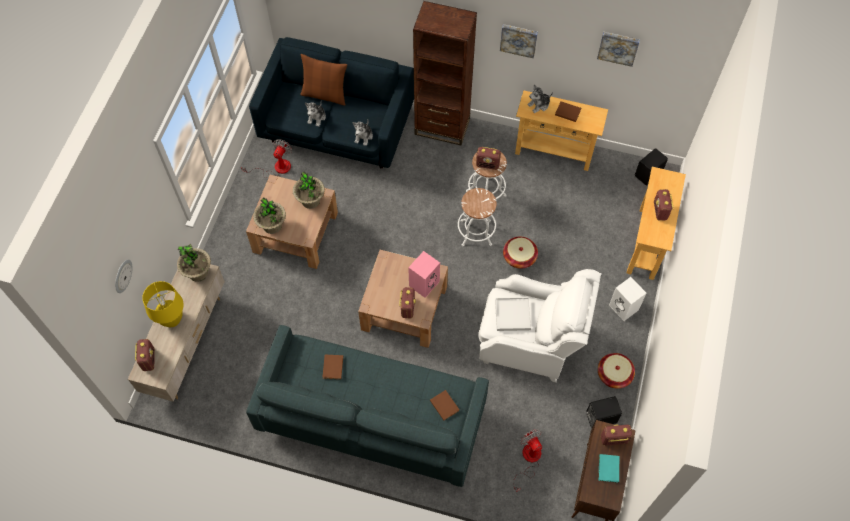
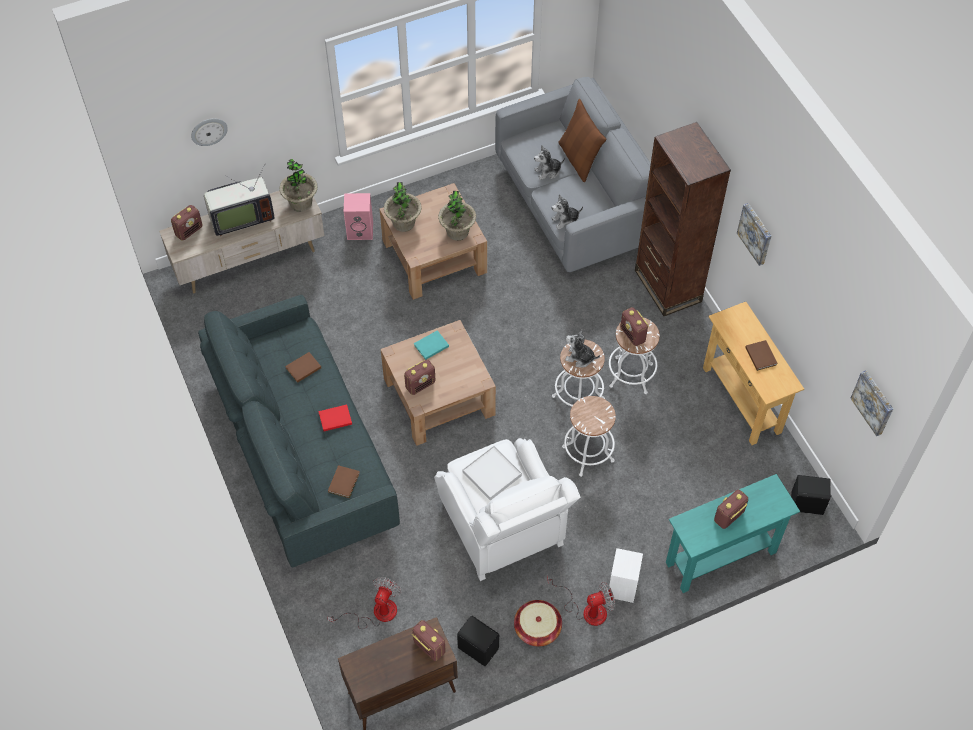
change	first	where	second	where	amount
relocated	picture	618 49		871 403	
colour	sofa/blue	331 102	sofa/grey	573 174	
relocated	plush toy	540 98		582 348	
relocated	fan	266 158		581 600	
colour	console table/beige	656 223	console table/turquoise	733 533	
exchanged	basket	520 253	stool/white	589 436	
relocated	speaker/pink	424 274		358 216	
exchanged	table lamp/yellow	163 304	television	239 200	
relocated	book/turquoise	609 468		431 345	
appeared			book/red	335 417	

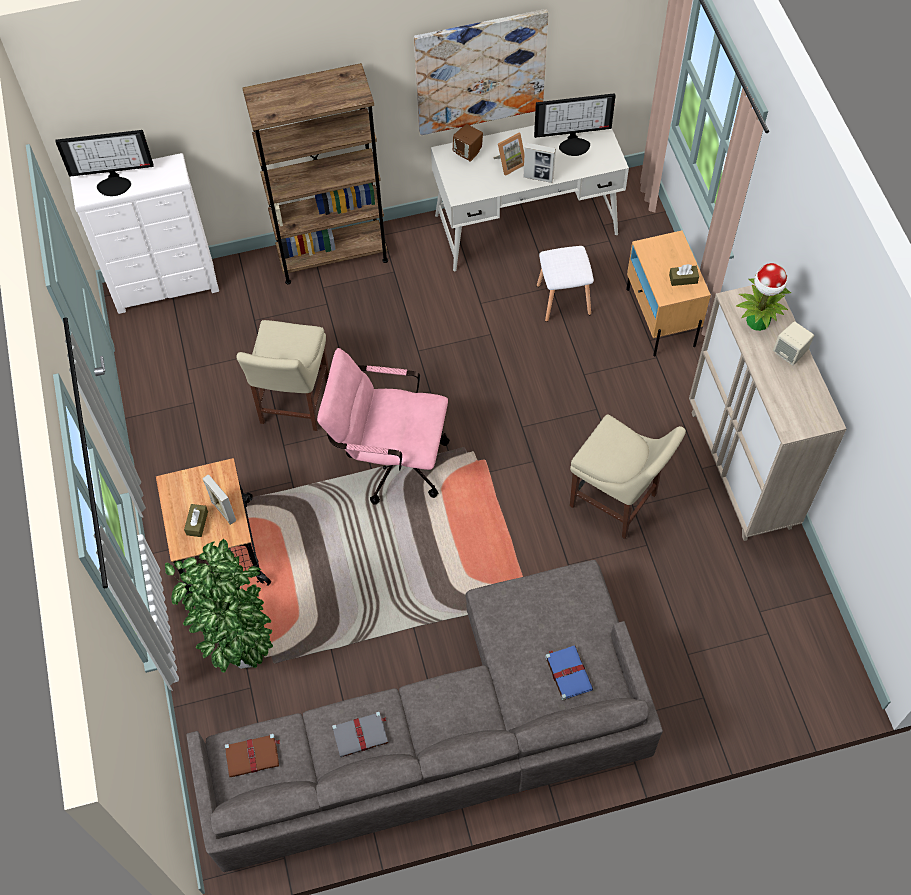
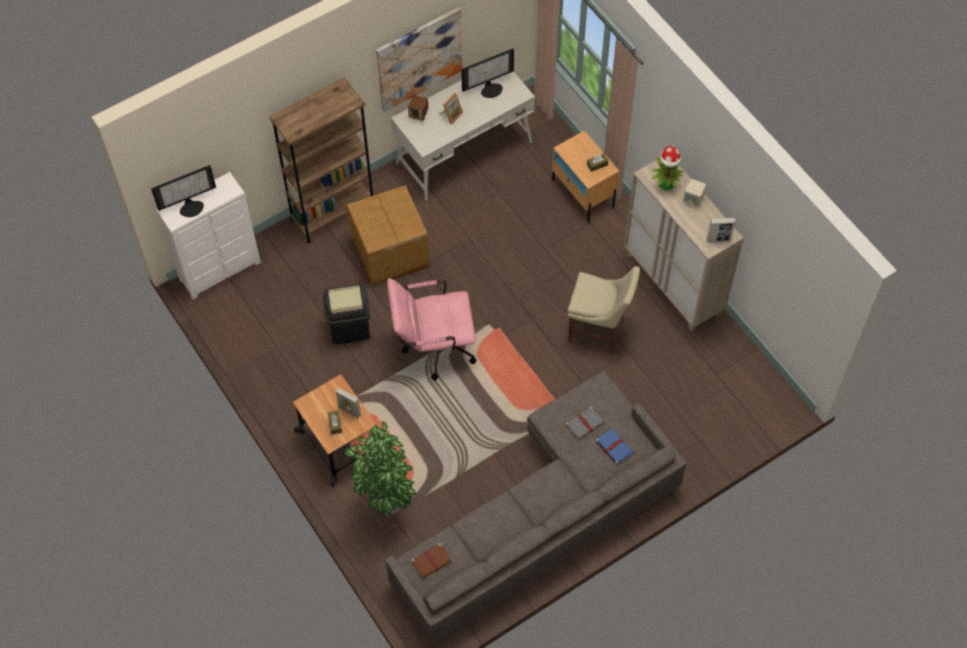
change	first	where	second	where	amount
relocated	picture frame	539 162		721 230	
missing	stool/white	565 284			
exchanged	chair/beige	282 375	trash can/black	346 314	
relocated	book/grey	360 734		584 423	
appeared			cardboard box	388 235	

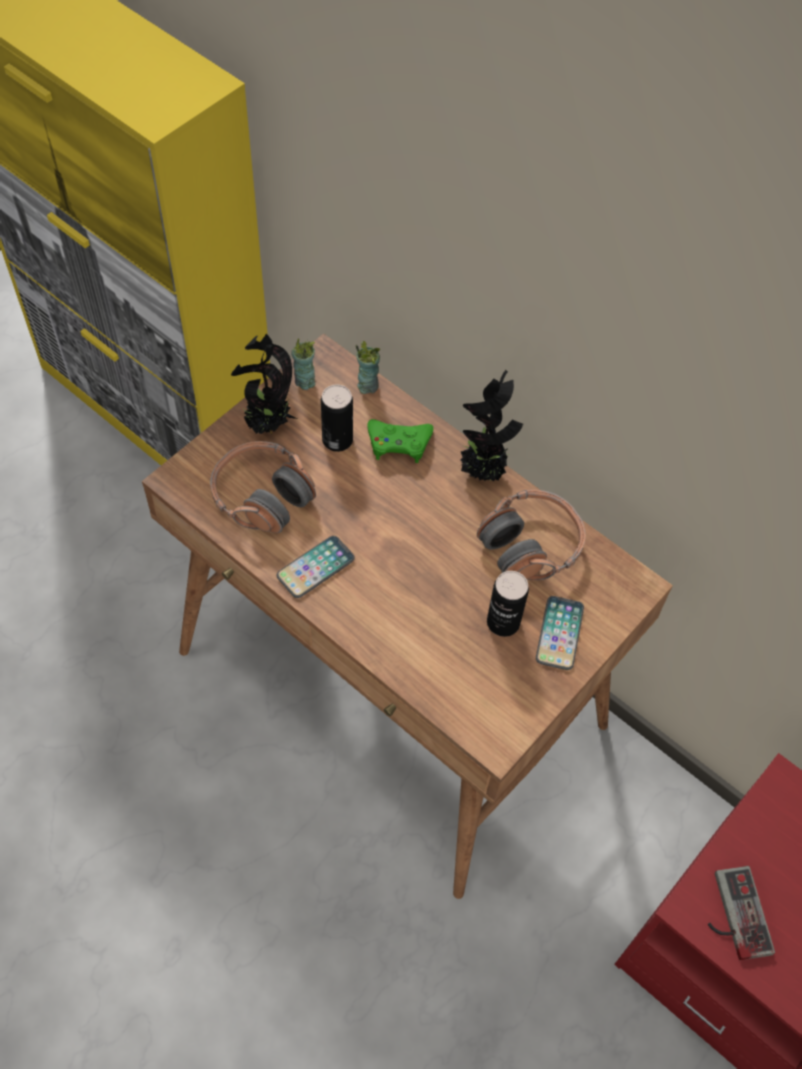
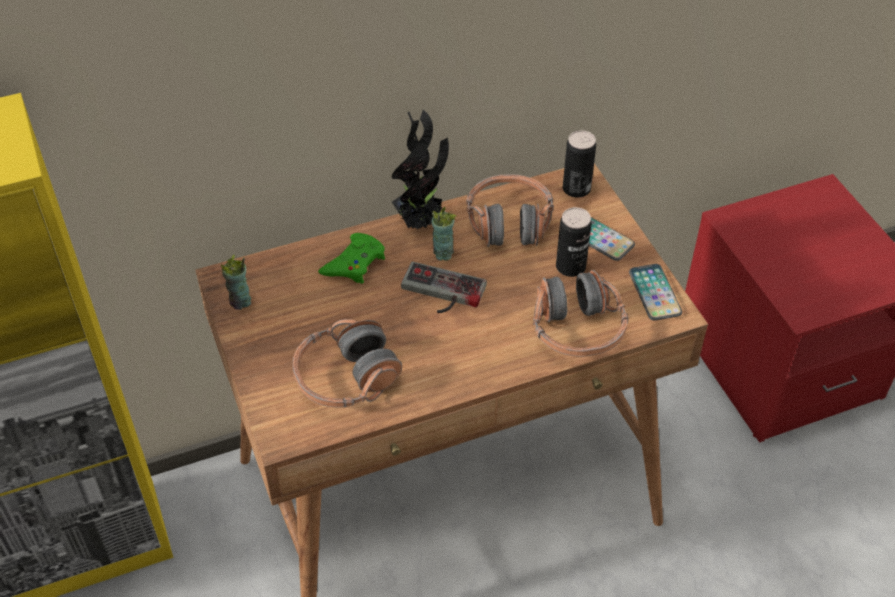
change	first	where	second	where	amount
missing	potted plant	264 384			
relocated	cup	368 367		443 234	
relocated	can	337 418		579 164	
relocated	phone	315 567		655 292	
relocated	game controller	741 913		444 287	
appeared			headphones	581 313	

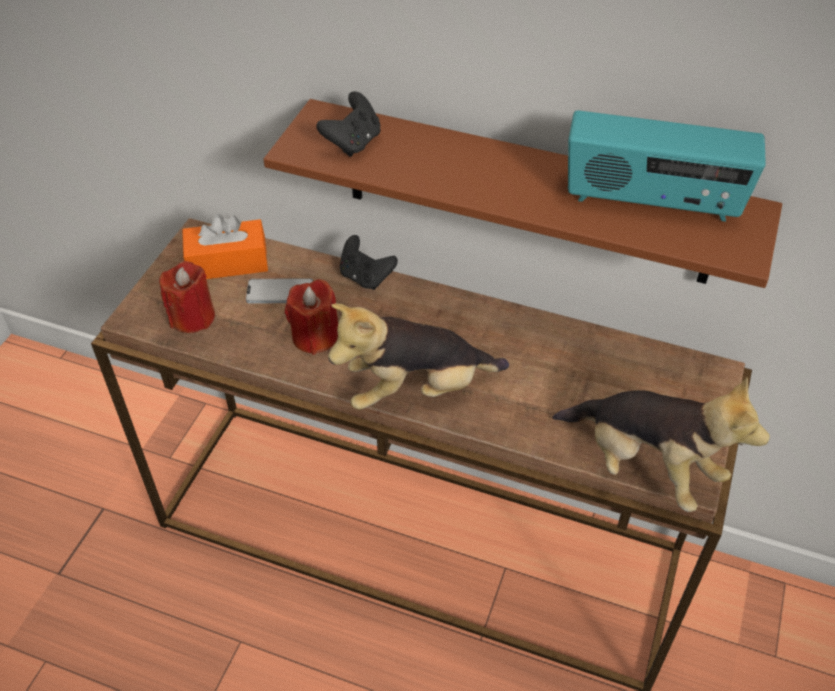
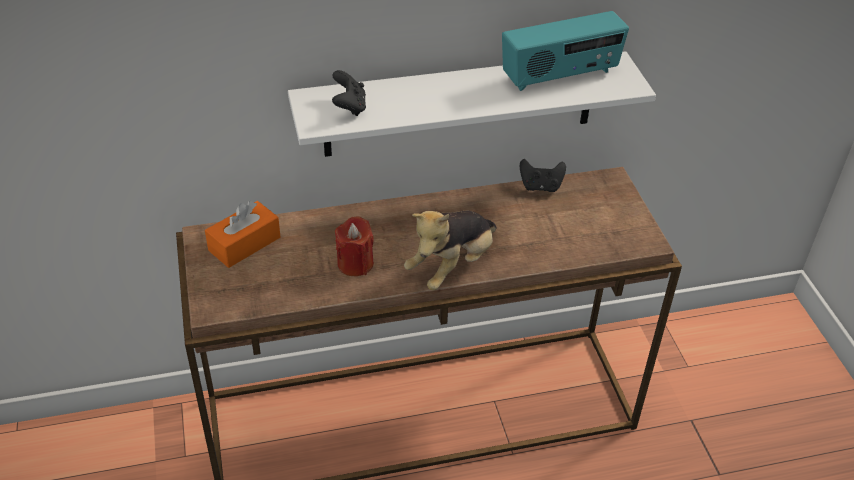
change	first	where	second	where	amount
colour	shelf/brown	522 193	shelf/white	472 104	
relocated	game controller/black	369 262		543 175	
missing	candle/red	187 297			
missing	phone	279 291			
missing	plush toy	661 444			

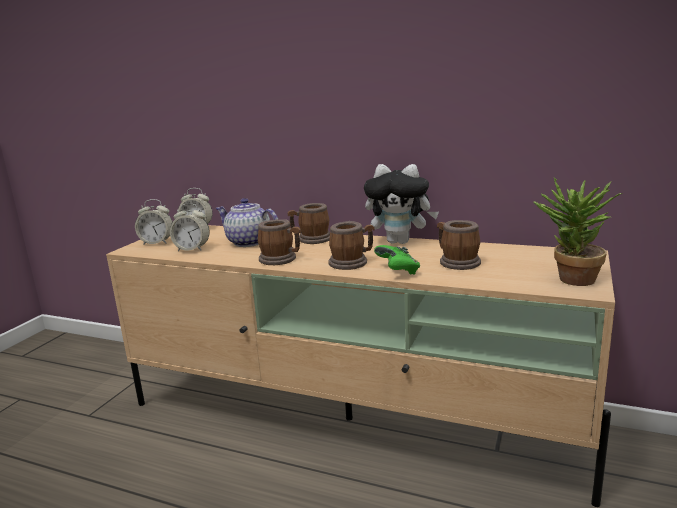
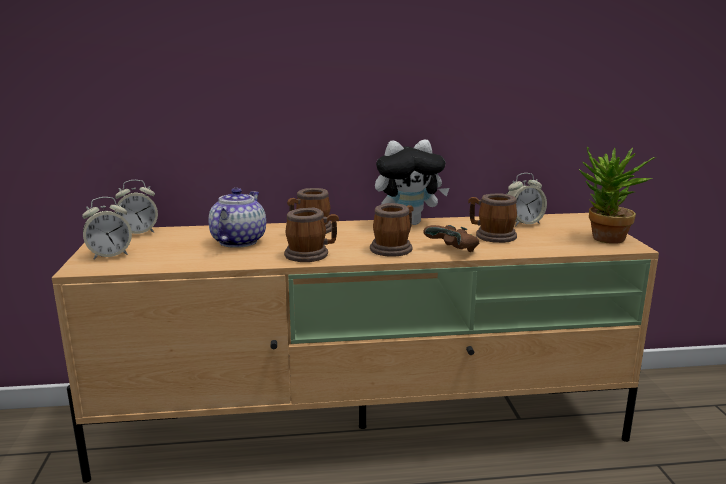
change	first	where	second	where	amount
spun	teapot	247 222		237 218	105 degrees clockwise
relocated	alarm clock	190 227		527 199	
colour	game controller/green	397 260	game controller/brown	451 238	

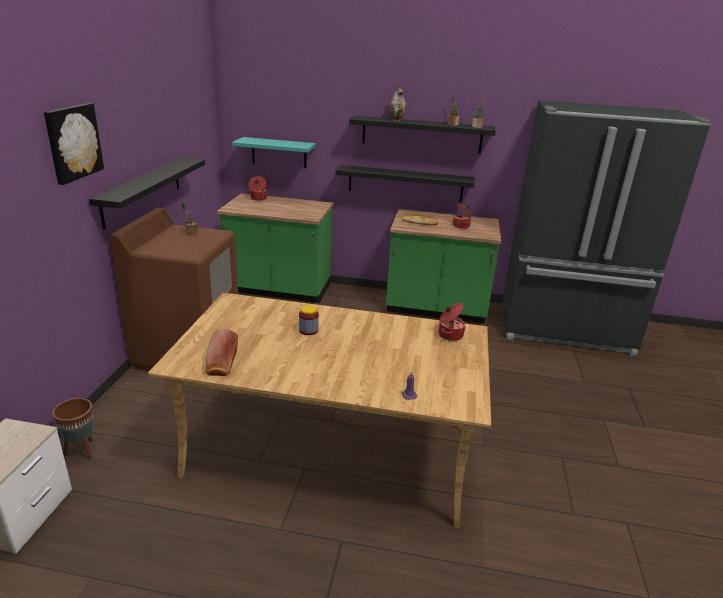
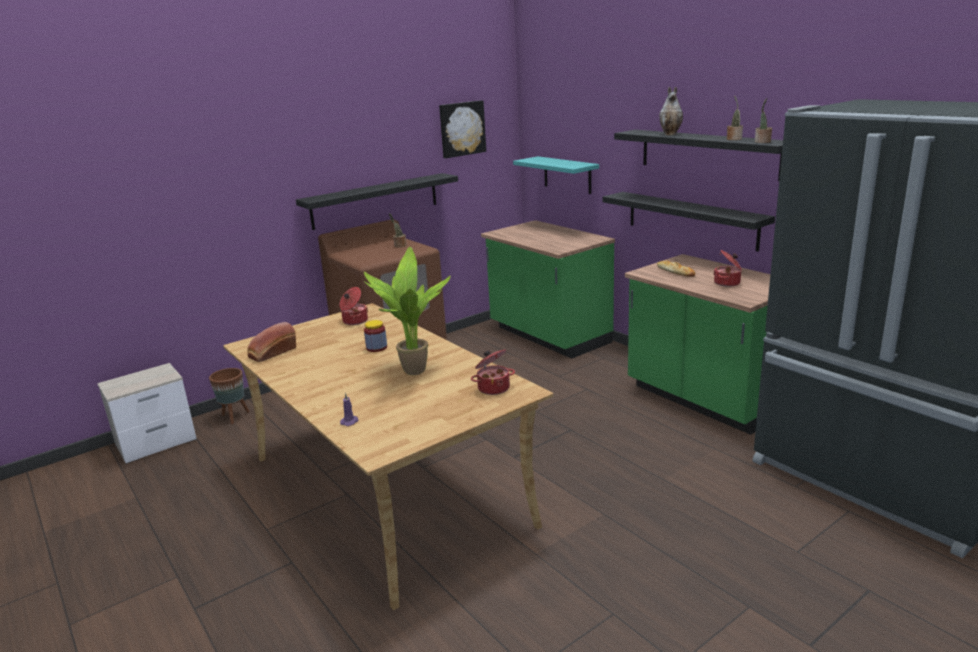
change	first	where	second	where	amount
relocated	picture	74 144		462 129	
relocated	cooking pot	258 188		354 306	
appeared			potted plant	407 311	

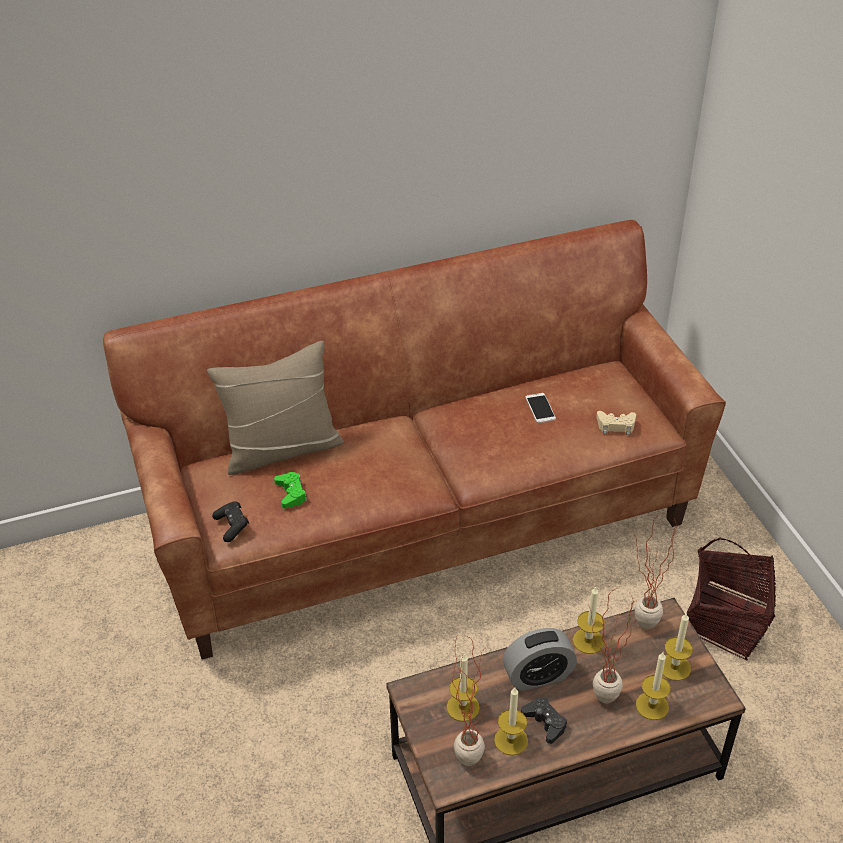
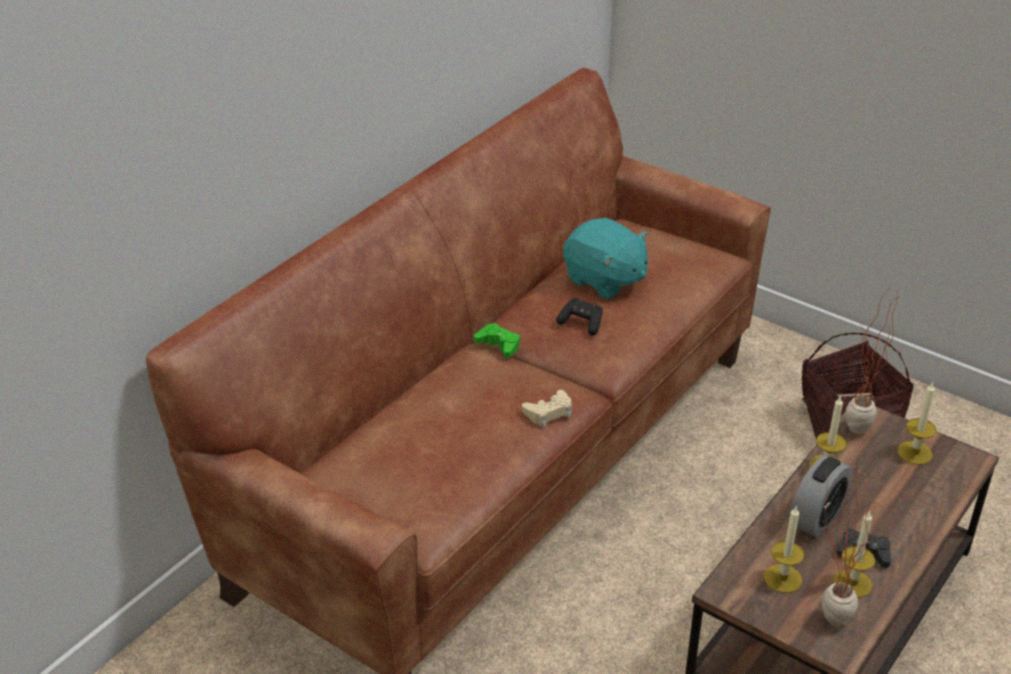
change	first	where	second	where	amount
missing	pillow/beige	275 408			
exchanged	phone	541 408	plush toy/turquoise	606 259	
relocated	game controller/beige	616 423		547 408	
relocated	game controller/green	290 490		497 340	
relocated	game controller/black	230 521		579 317	
missing	potted plant	611 646			
missing	candle	653 686			

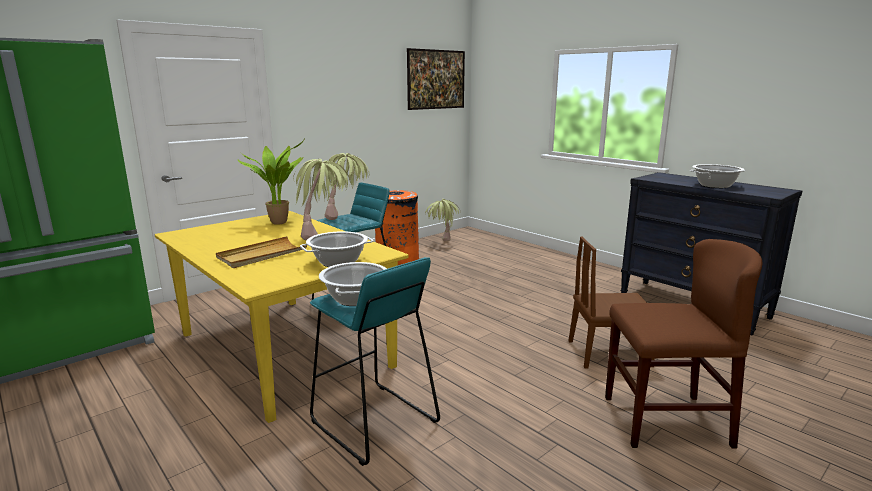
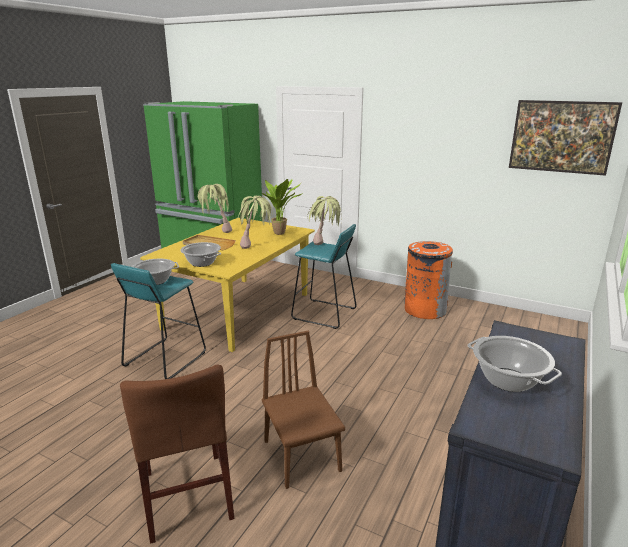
change	first	where	second	where	amount
relocated	potted plant	442 220		214 208	

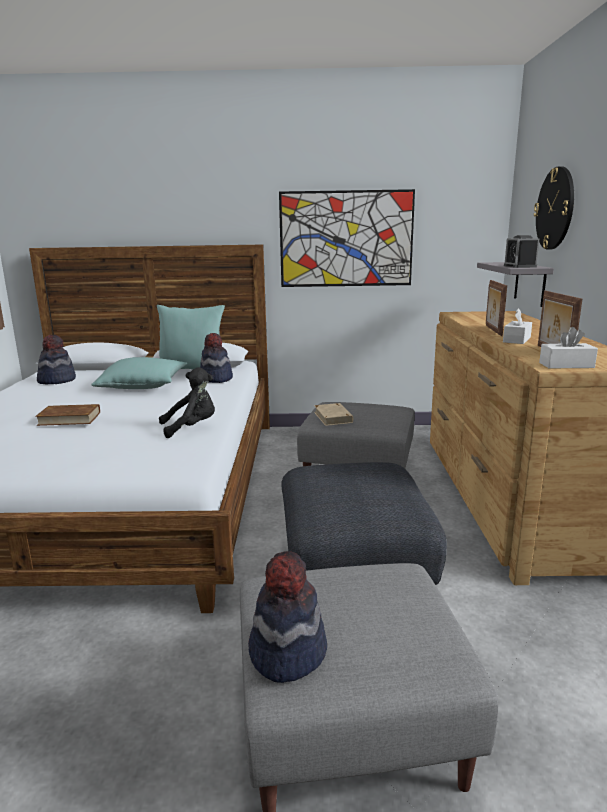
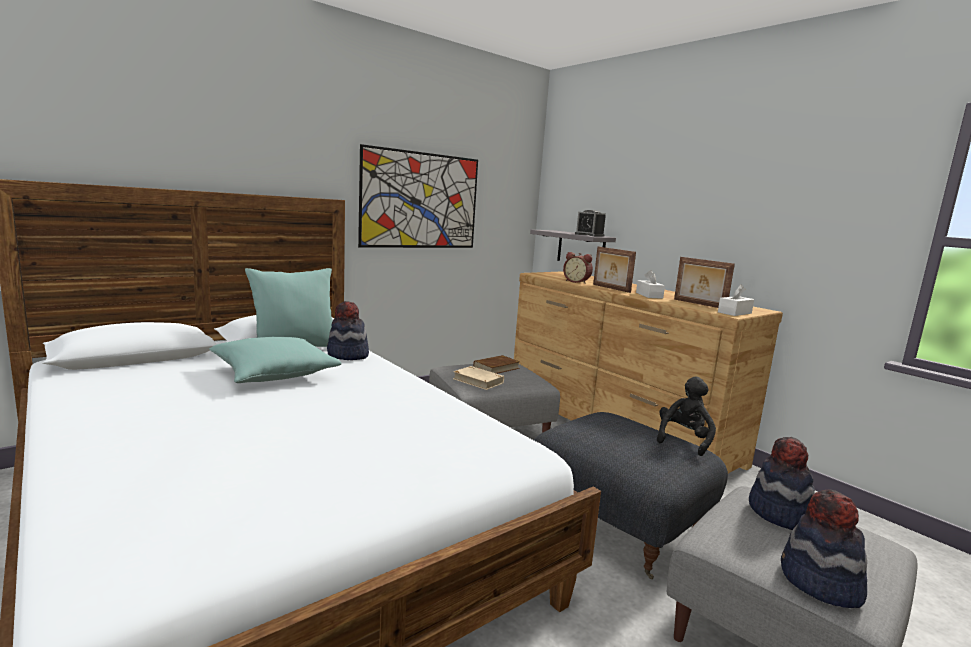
change	first	where	second	where	amount
missing	wall clock	554 207			
relocated	hat	56 359		782 483	
relocated	plush toy/black	187 402		686 416	
relocated	book/brown	67 415		496 364	
appeared			alarm clock	578 268	

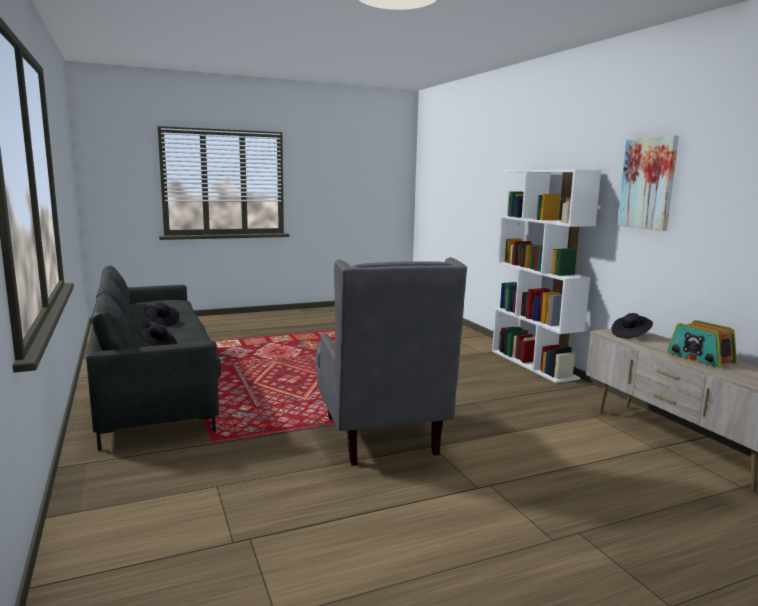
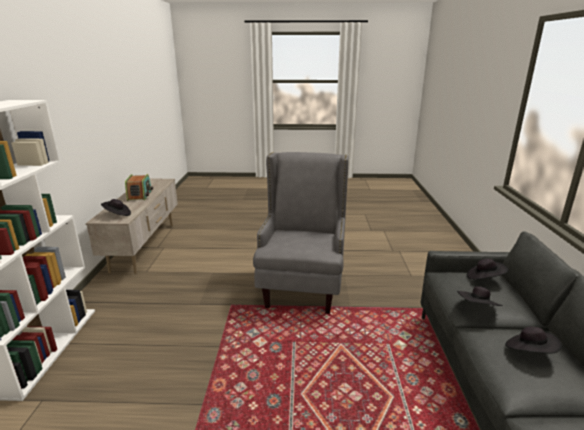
change	first	where	second	where	amount
missing	picture	648 183			
appeared			hat/black	480 296	

